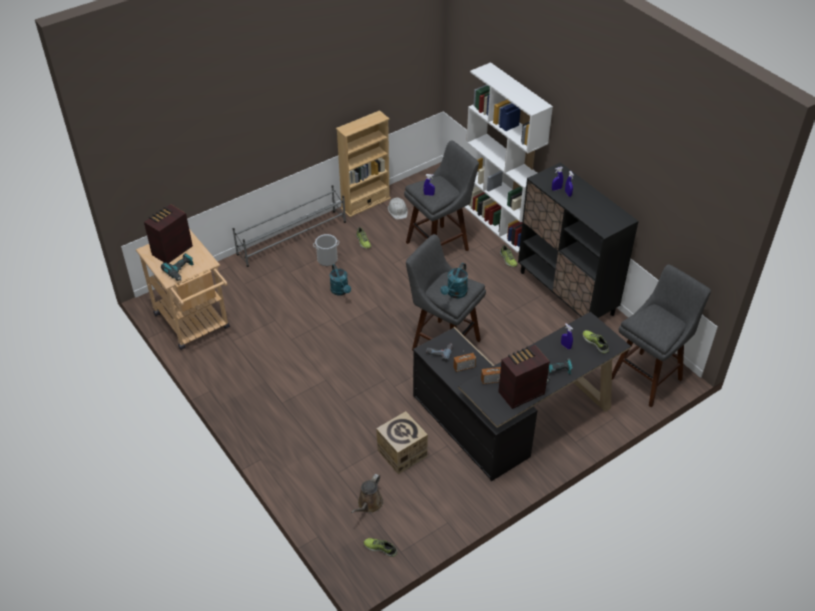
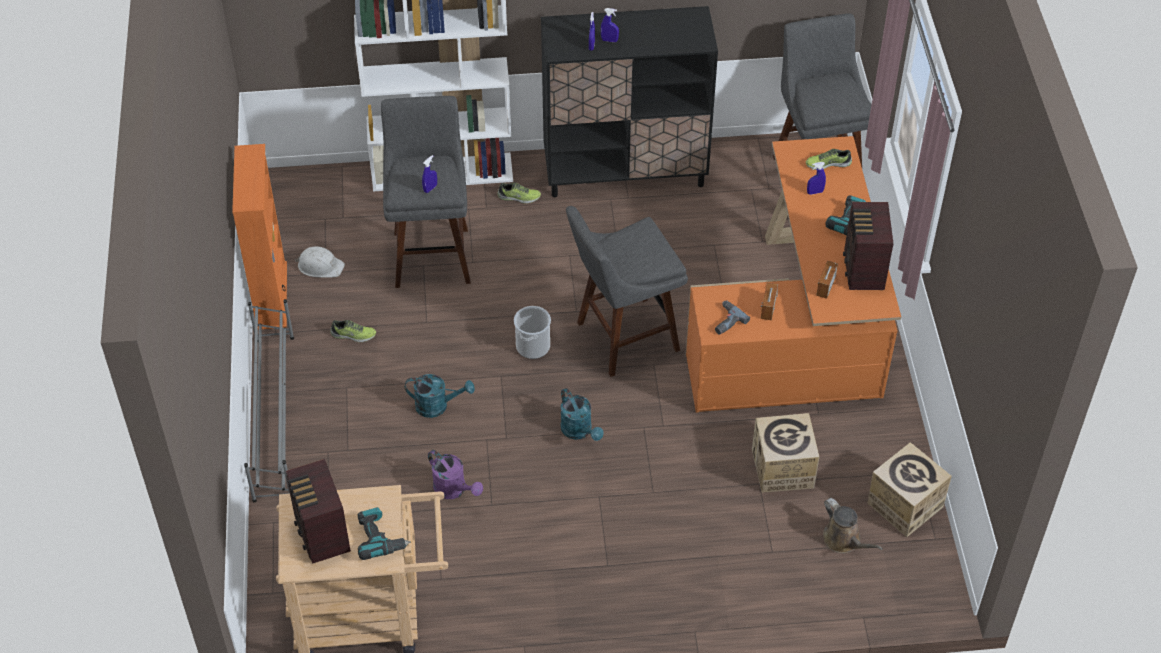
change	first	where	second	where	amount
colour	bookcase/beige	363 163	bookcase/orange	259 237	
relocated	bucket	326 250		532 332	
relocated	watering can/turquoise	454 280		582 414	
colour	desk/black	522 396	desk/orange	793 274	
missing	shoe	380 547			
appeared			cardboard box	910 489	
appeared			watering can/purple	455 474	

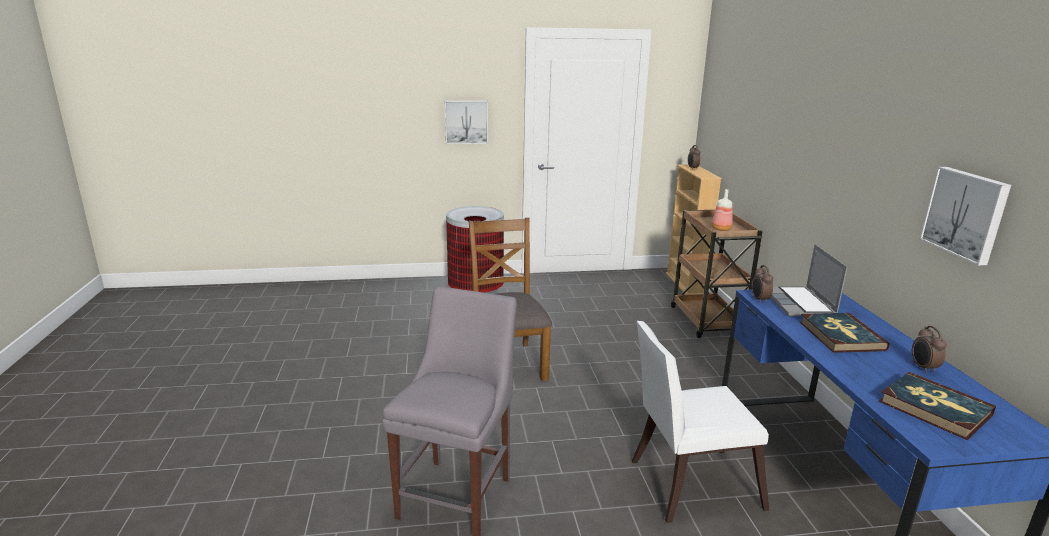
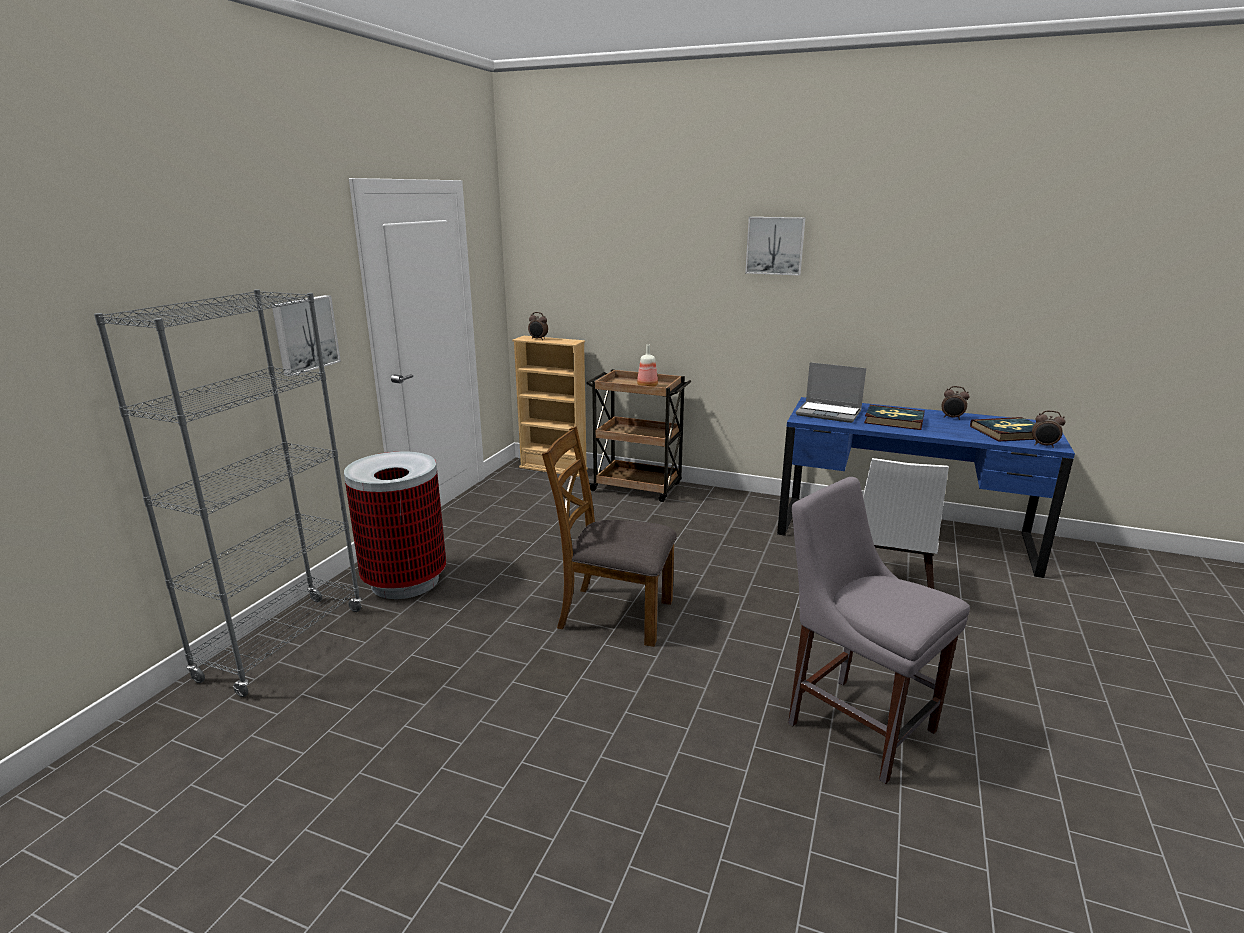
change	first	where	second	where	amount
relocated	picture	965 216		775 246	
relocated	alarm clock	762 284		1049 429	
appeared			bookcase/grey	228 493	

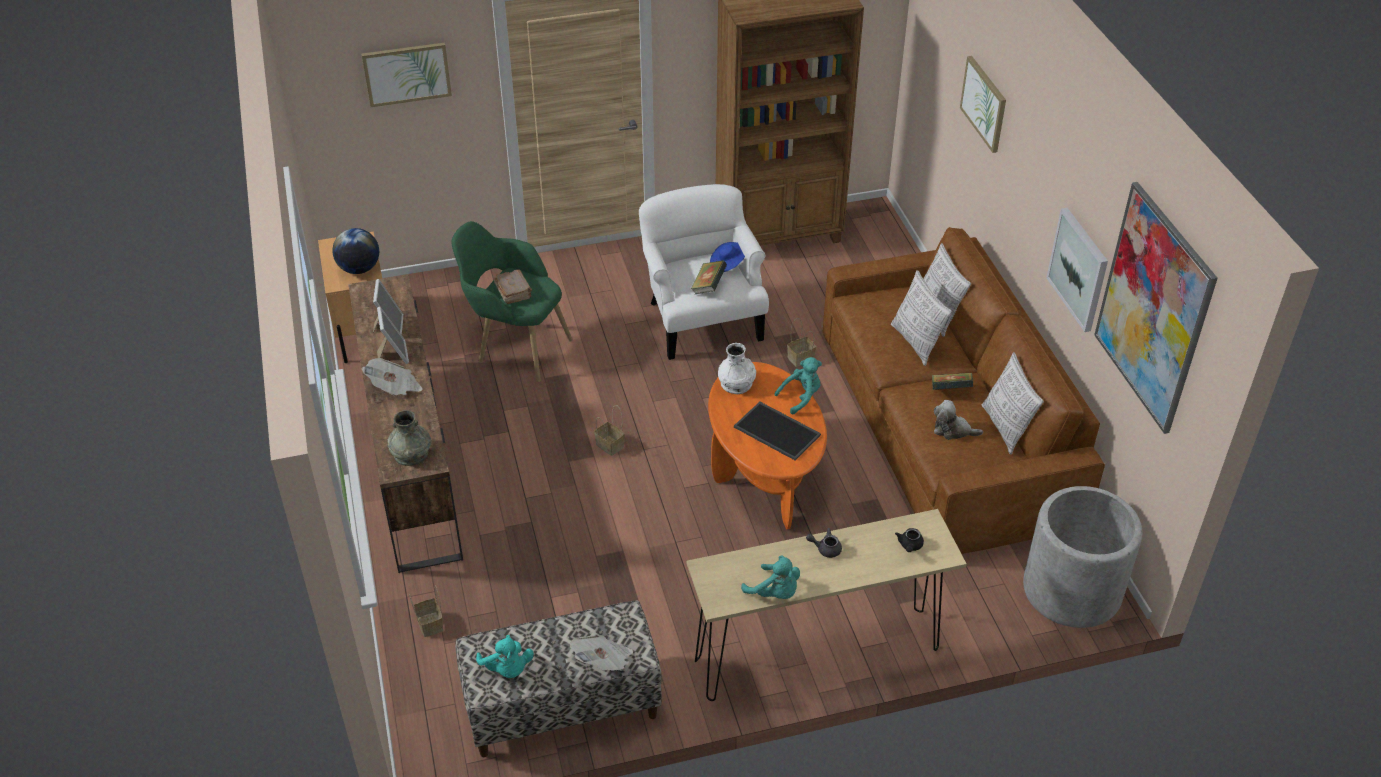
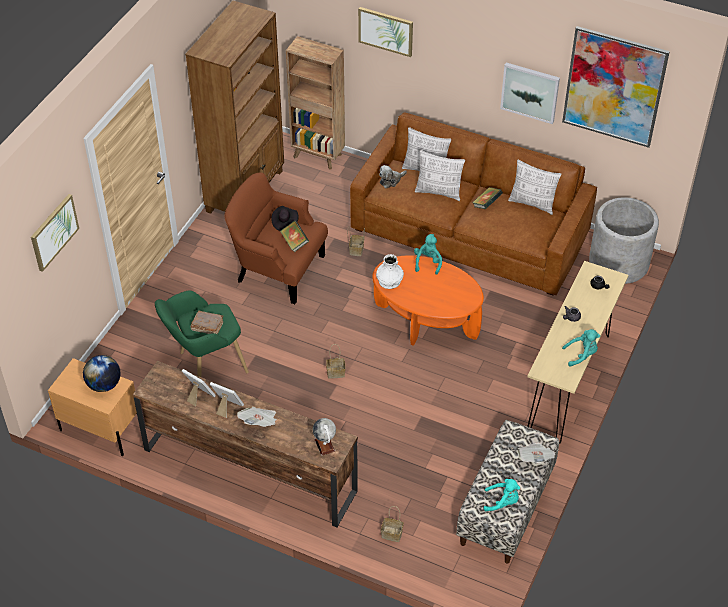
change	first	where	second	where	amount
colour	armchair/white	704 272	armchair/brown	276 238	
colour	hat/blue	727 257	hat/black	284 218	
relocated	plush toy	958 420		393 176	
missing	tray	777 431			
exchanged	vase/grey	409 438	globe	324 437	
appeared			bookcase/brown	315 103	

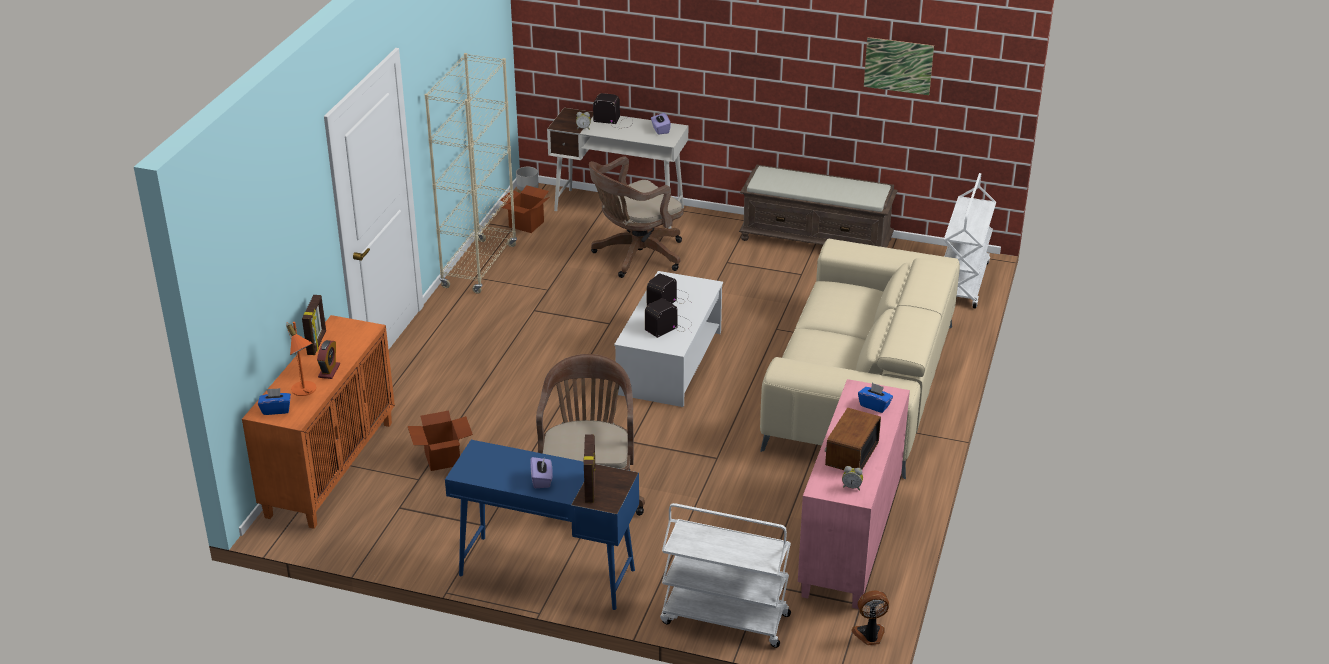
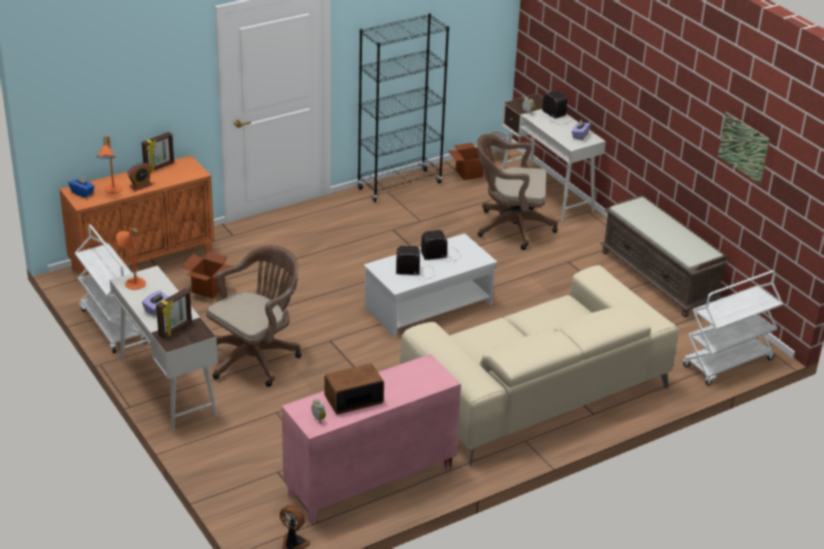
change	first	where	second	where	amount
colour	bookcase/beige	471 173	bookcase/black	403 107	
missing	tissue box/blue	875 398			
colour	desk/blue	542 525	desk/white	164 348	
relocated	cart/white	725 575		111 289	
appeared			table lamp/orange	131 259	

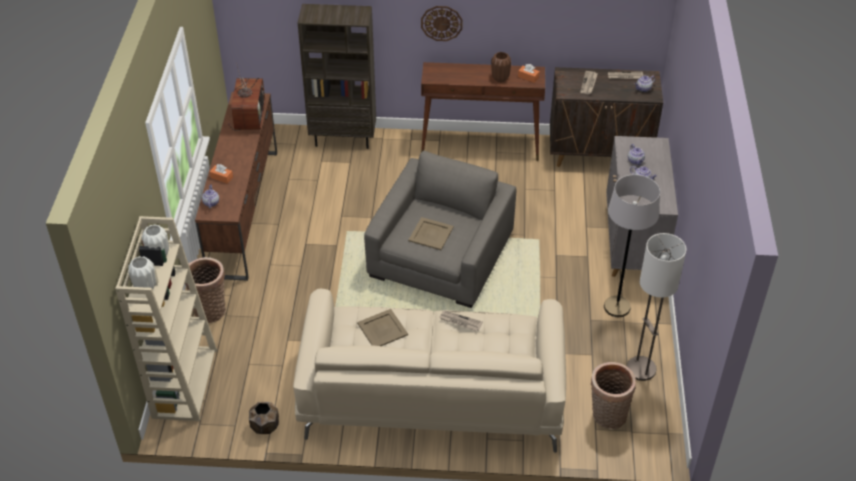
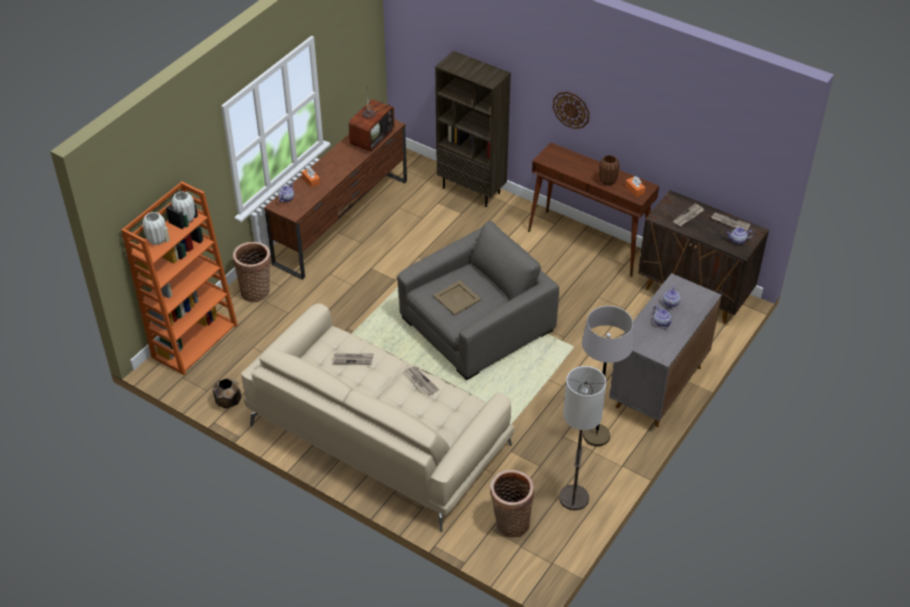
change	first	where	second	where	amount
colour	bookcase/beige	166 318	bookcase/orange	179 278	
exchanged	tray/beige	382 327	newspaper	353 359	

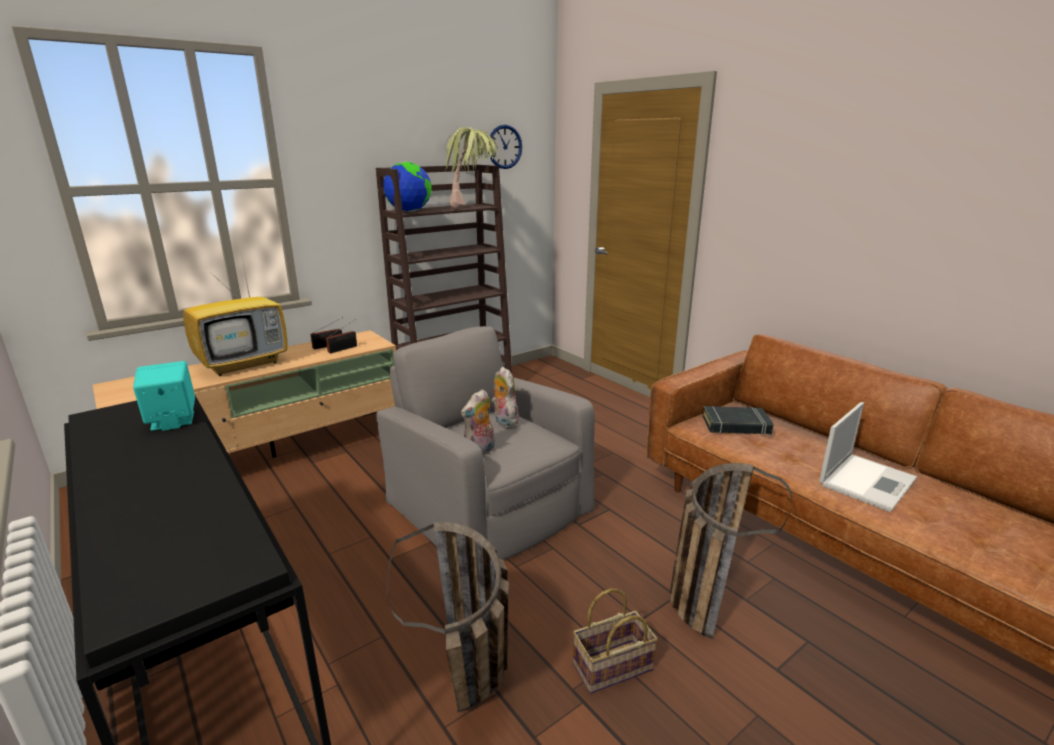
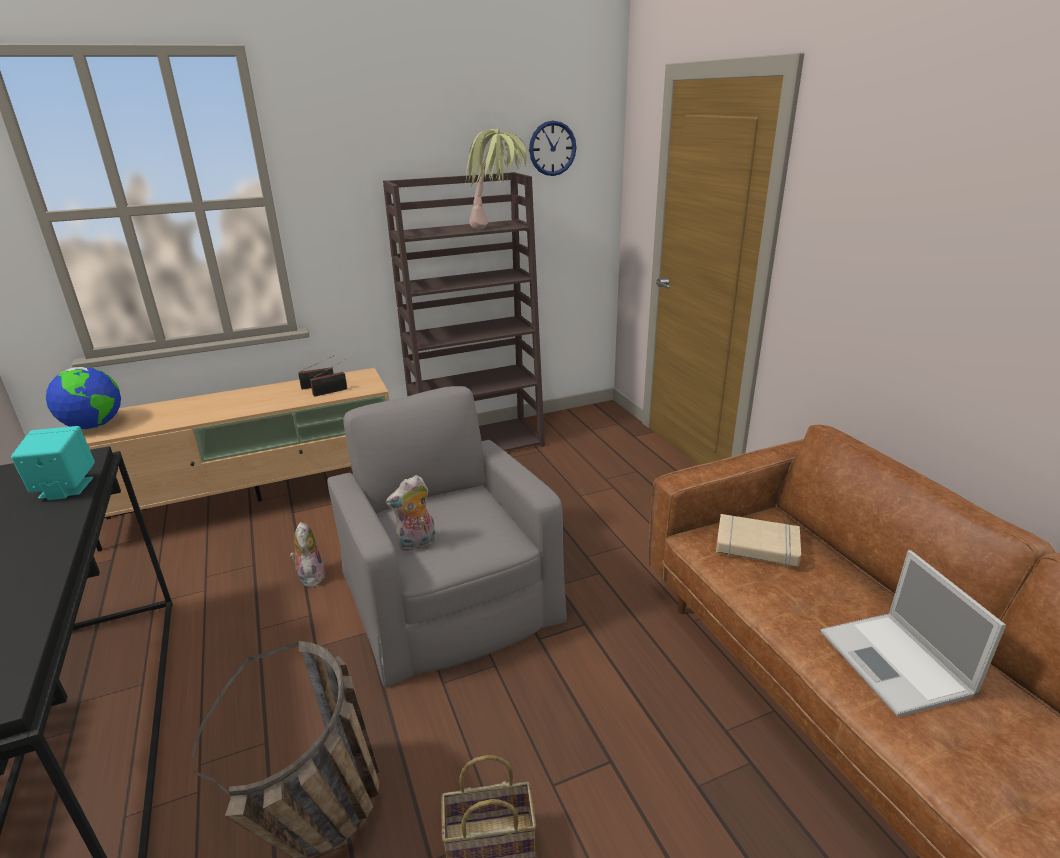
change	first	where	second	where	amount
relocated	globe	407 187		83 398	
missing	television	235 317			
relocated	plush toy	505 398		308 554	
spun	laptop	868 457		913 633	105 degrees clockwise
colour	book/black	738 420	book/beige	758 540	
missing	basket	731 551			

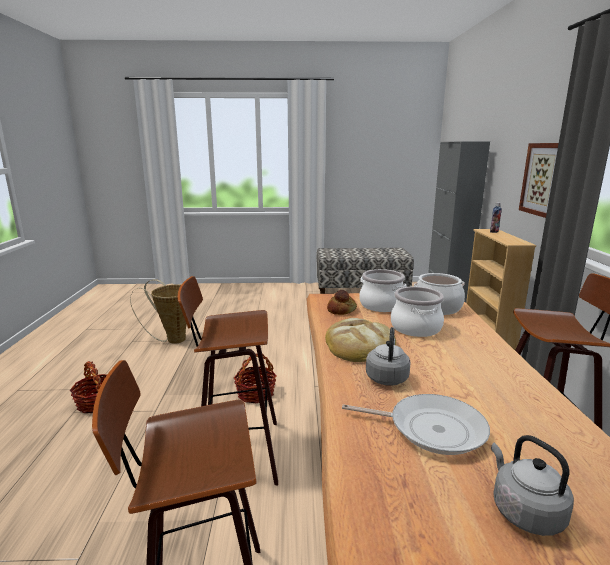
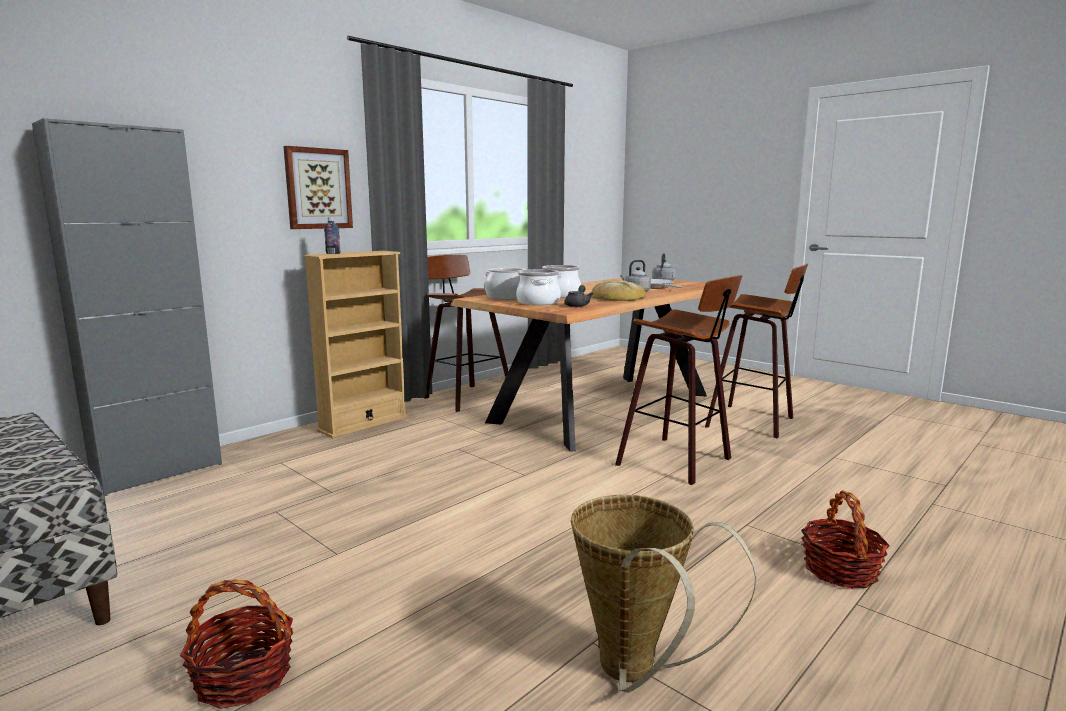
change	first	where	second	where	amount
exchanged	bread	342 302	teapot/grey	579 296	
relocated	basket	255 378		236 644	

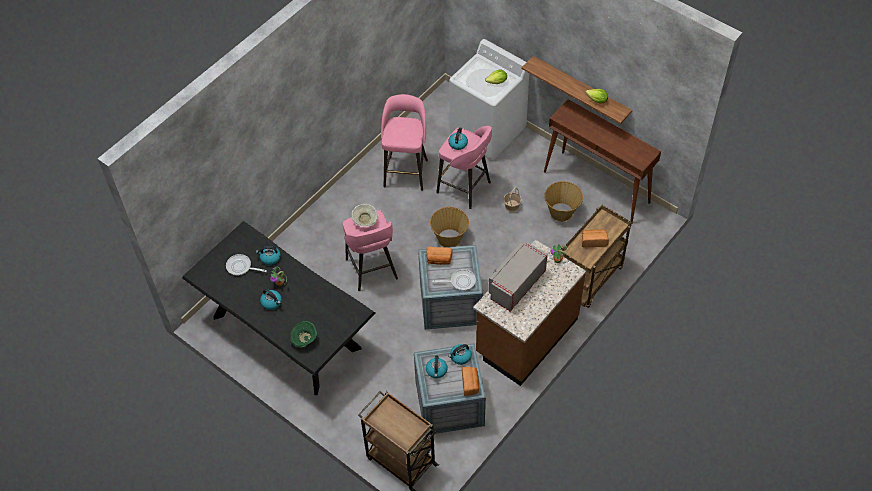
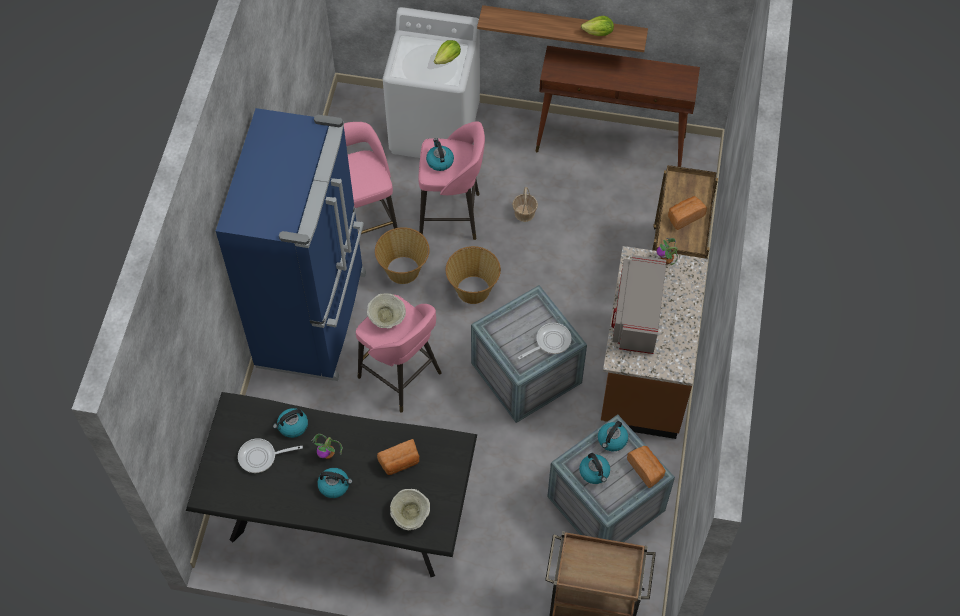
change	first	where	second	where	amount
relocated	basket	563 201		402 255	
relocated	bread	439 256		398 457	
colour	bowl/green	304 334	bowl/beige	410 509	
appeared			fridge/blue	291 244	

